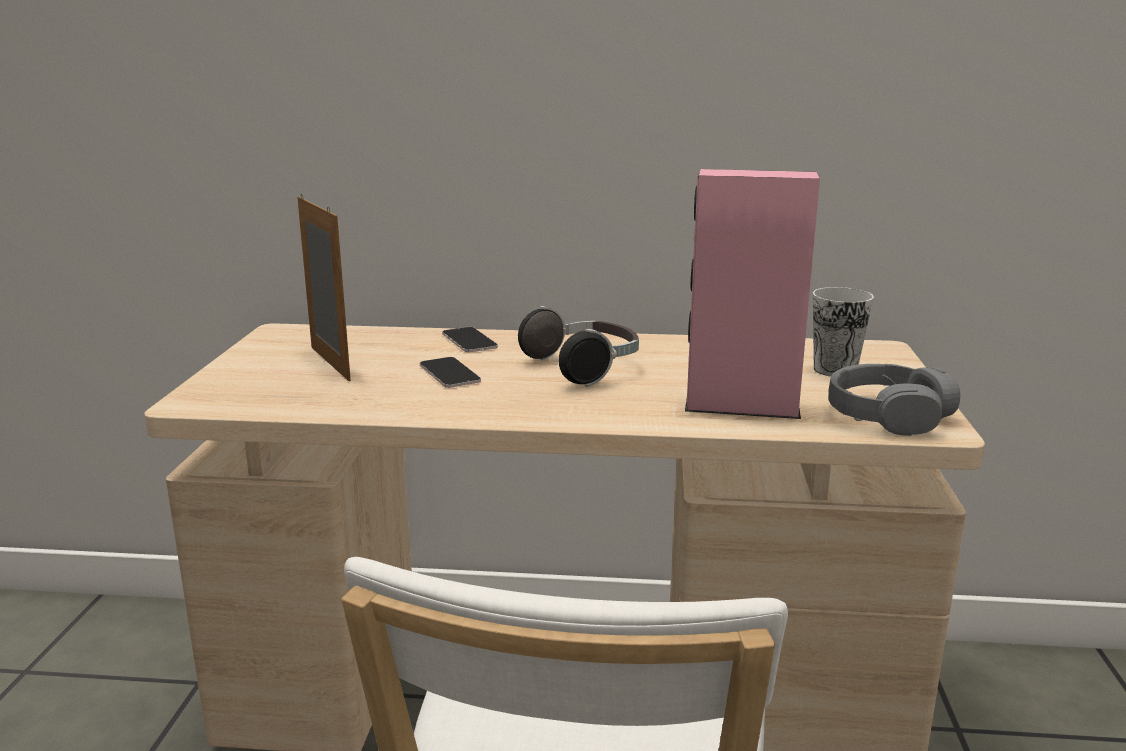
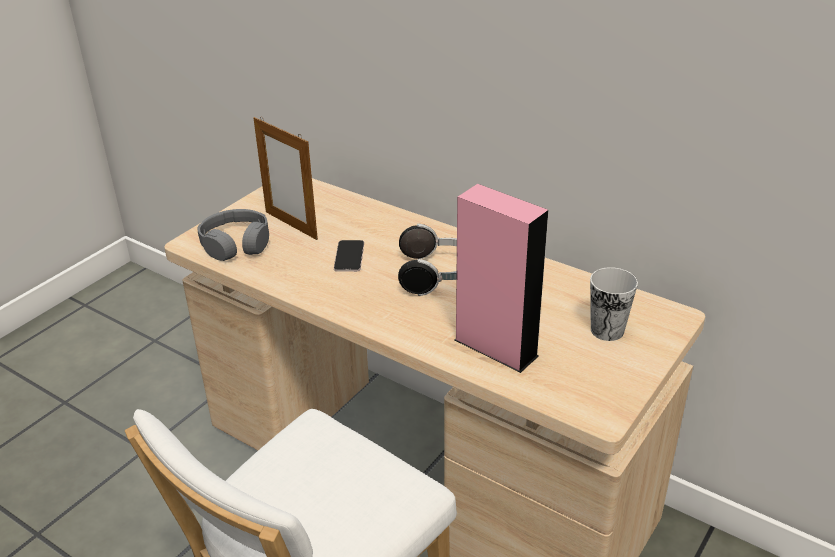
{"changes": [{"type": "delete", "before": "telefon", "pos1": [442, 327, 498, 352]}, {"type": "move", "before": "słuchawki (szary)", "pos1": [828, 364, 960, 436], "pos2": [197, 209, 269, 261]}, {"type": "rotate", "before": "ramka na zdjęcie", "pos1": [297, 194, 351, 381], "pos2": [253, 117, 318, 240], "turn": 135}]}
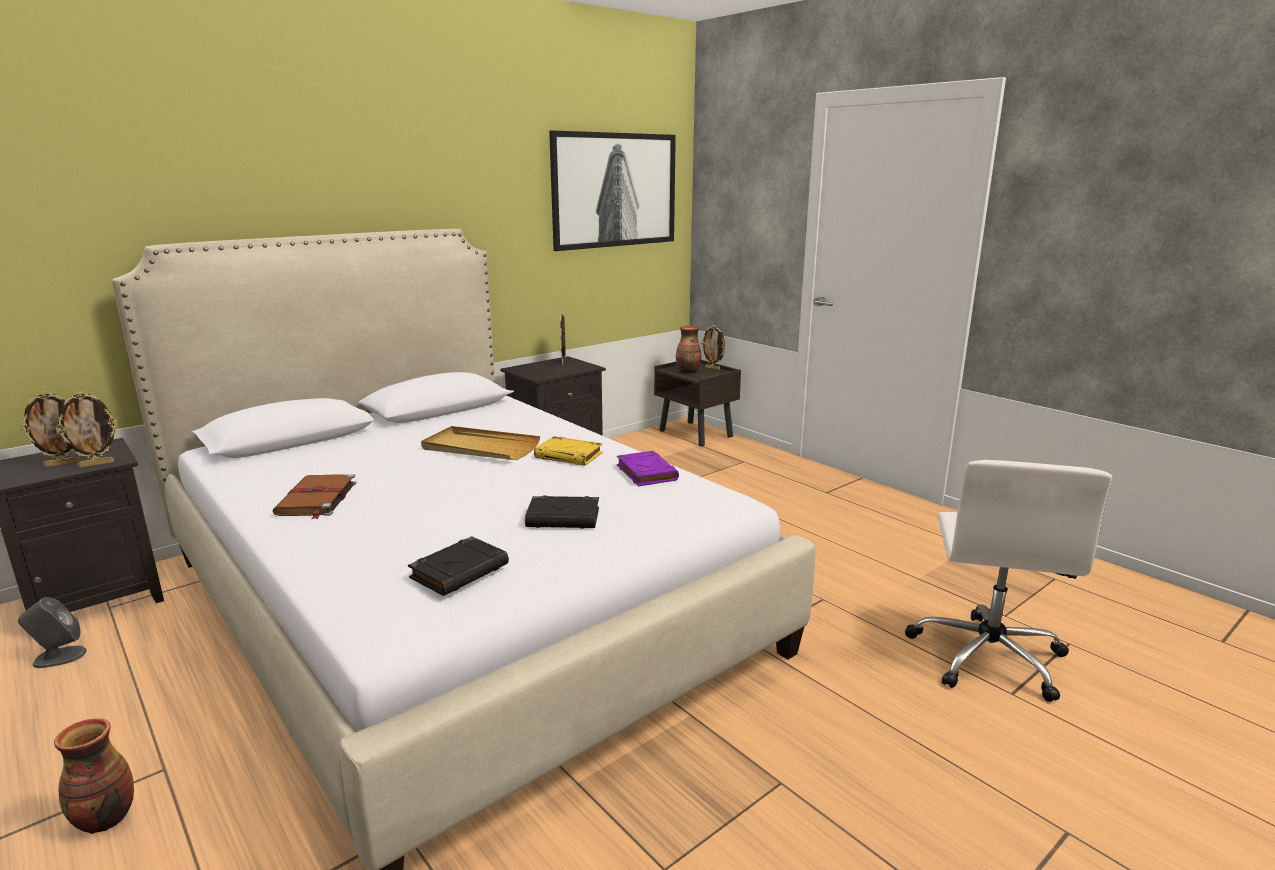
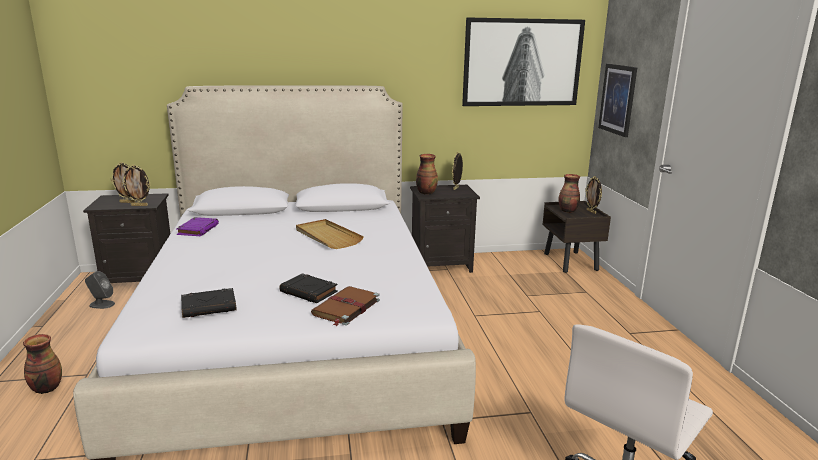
{"changes": [{"type": "delete", "before": "książka (żółty)", "pos1": [534, 436, 603, 466]}, {"type": "insert", "after": "wazon", "pos2": [416, 154, 438, 194]}, {"type": "insert", "after": "obraz", "pos2": [598, 64, 637, 137]}, {"type": "move", "before": "książka (brązowy)", "pos1": [272, 474, 356, 519], "pos2": [311, 286, 380, 326]}, {"type": "move", "before": "książka (fioletowy)", "pos1": [617, 451, 679, 487], "pos2": [176, 217, 219, 236]}]}
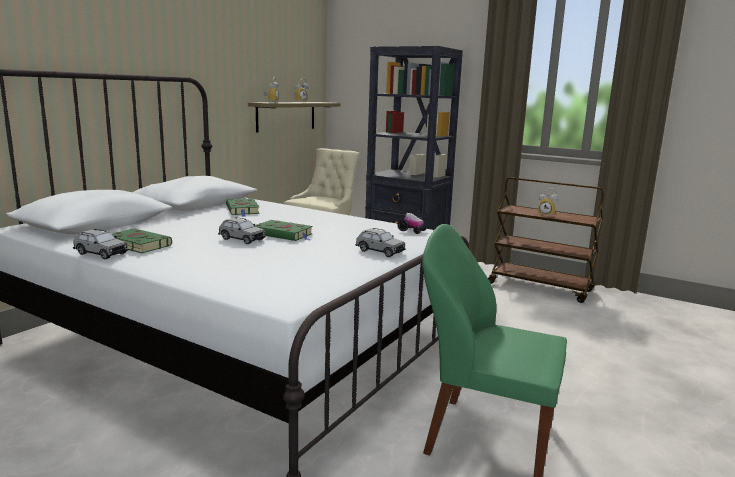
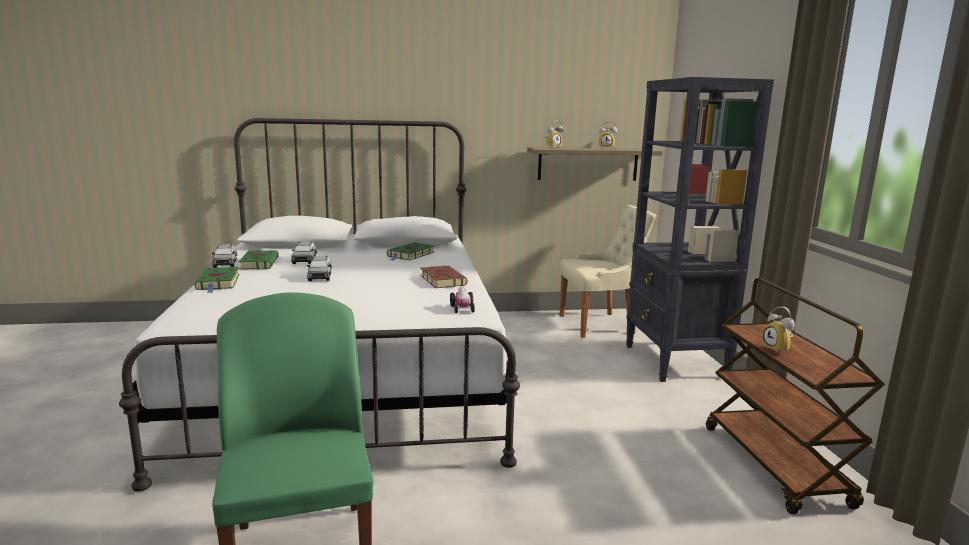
{"changes": [{"type": "insert", "after": "książka (brązowy)", "pos2": [420, 265, 468, 288]}, {"type": "move", "before": "książka (zielony)", "pos1": [255, 220, 313, 241], "pos2": [195, 267, 239, 293]}, {"type": "move", "before": "samochodzik (szary)", "pos1": [355, 228, 406, 257], "pos2": [291, 242, 317, 264]}]}
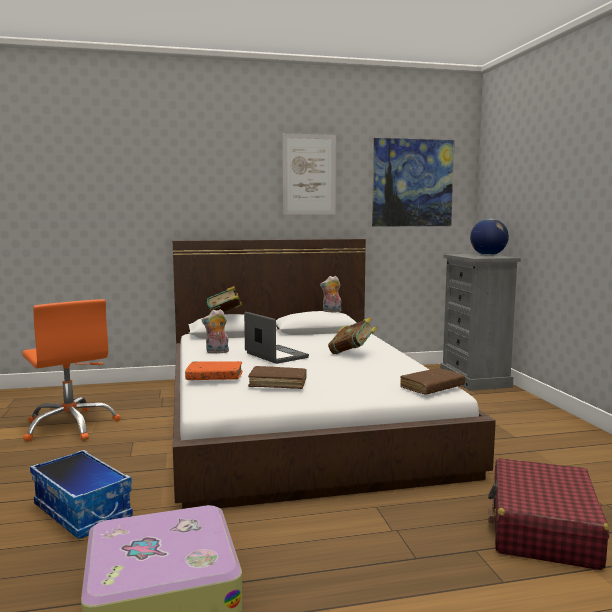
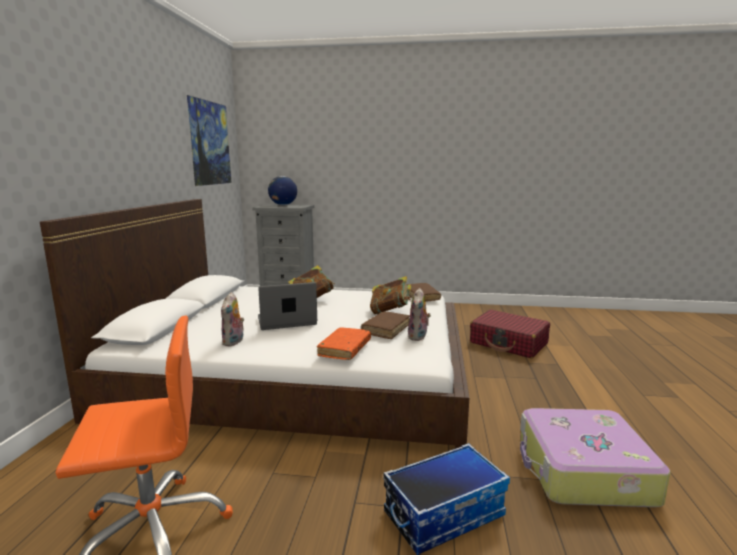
{"changes": [{"type": "delete", "before": "obraz", "pos1": [282, 133, 336, 215]}, {"type": "move", "before": "książka", "pos1": [207, 286, 242, 312], "pos2": [370, 276, 411, 314]}, {"type": "move", "before": "pluszak", "pos1": [320, 276, 341, 313], "pos2": [408, 288, 431, 341]}]}
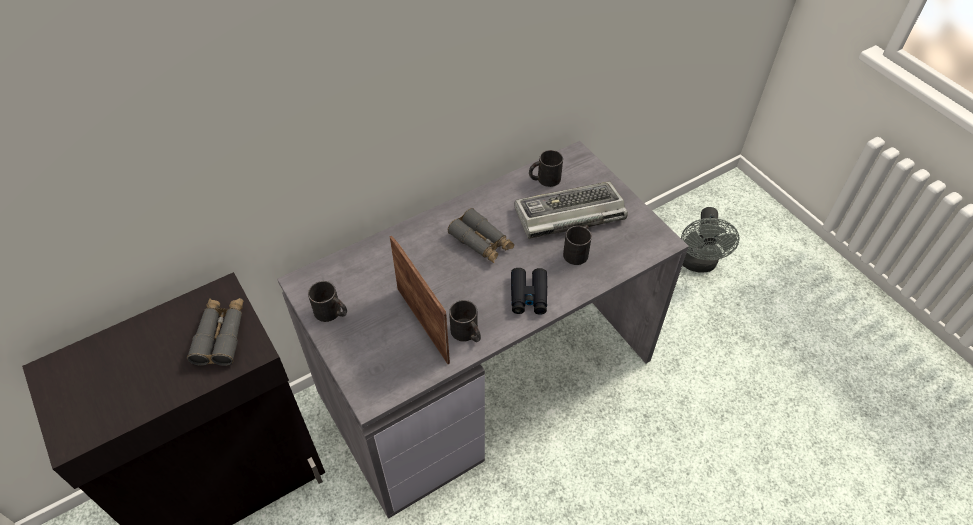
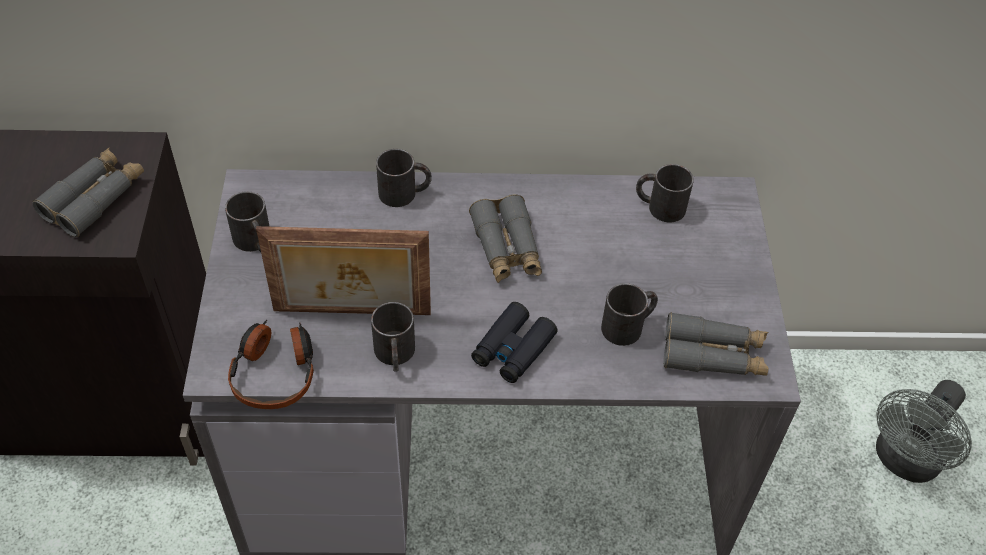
{"changes": [{"type": "delete", "before": "klawiatura", "pos1": [515, 181, 628, 239]}, {"type": "insert", "after": "słuchawki", "pos2": [228, 320, 314, 409]}, {"type": "insert", "after": "kubek (czarny)", "pos2": [376, 149, 432, 207]}, {"type": "insert", "after": "lornetka (szary)", "pos2": [663, 312, 769, 376]}, {"type": "rotate", "before": "ramka na zdjęcie", "pos1": [390, 236, 450, 364], "pos2": [256, 226, 431, 315], "turn": 90}]}
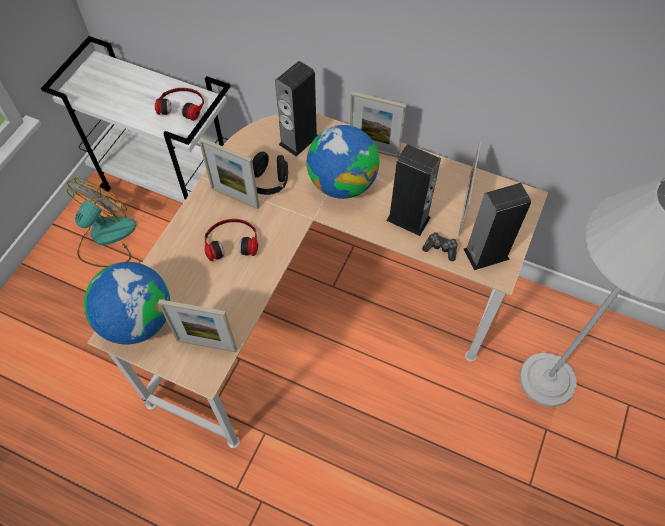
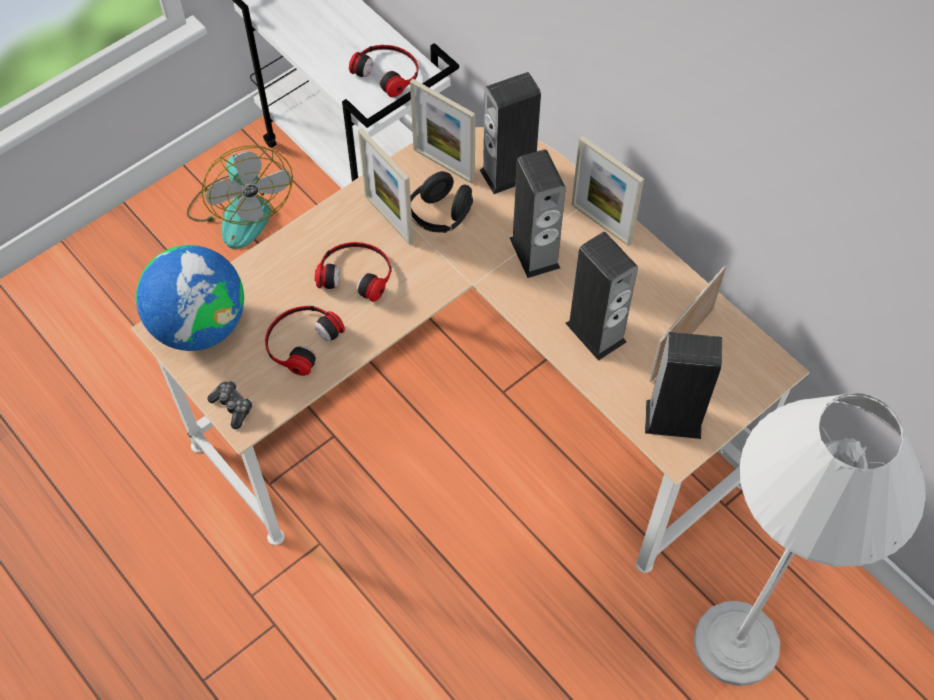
{"changes": [{"type": "insert", "after": "słuchawki", "pos2": [265, 306, 345, 376]}, {"type": "move", "before": "ramka na zdjęcie", "pos1": [158, 299, 237, 352], "pos2": [410, 79, 475, 184]}, {"type": "move", "before": "pad do gier", "pos1": [422, 232, 457, 261], "pos2": [207, 381, 252, 429]}, {"type": "replace", "before": "globus", "after": "głośnik", "pos1": [307, 125, 379, 199], "pos2": [510, 150, 566, 278]}, {"type": "rotate", "before": "wentylator", "pos1": [66, 177, 137, 267], "pos2": [187, 145, 293, 249], "turn": 105}]}
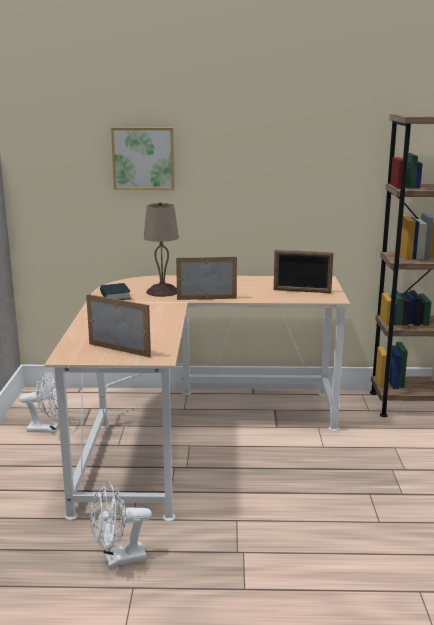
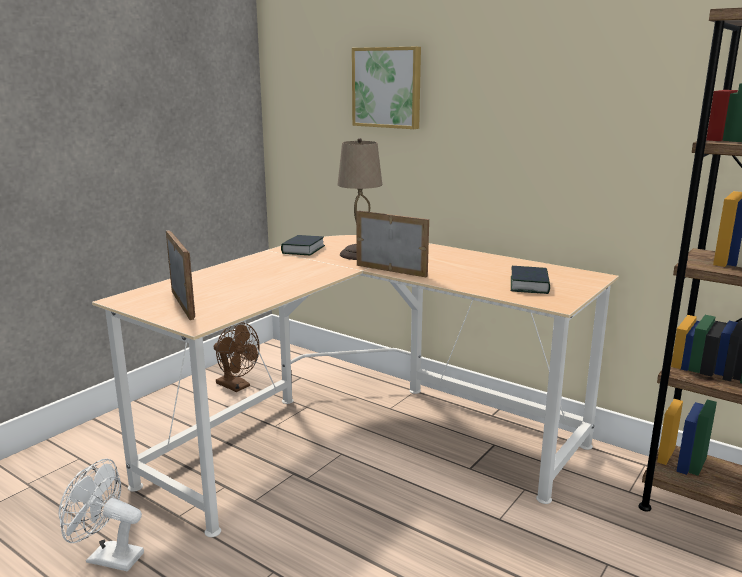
{"changes": [{"type": "replace", "before": "ramka na zdjęcie", "after": "książka", "pos1": [274, 250, 334, 293], "pos2": [511, 266, 550, 294]}, {"type": "recolor", "before": "wentylator (biały)", "after": "wentylator (brązowy)", "pos1": [19, 371, 58, 433], "pos2": [214, 322, 260, 392]}]}
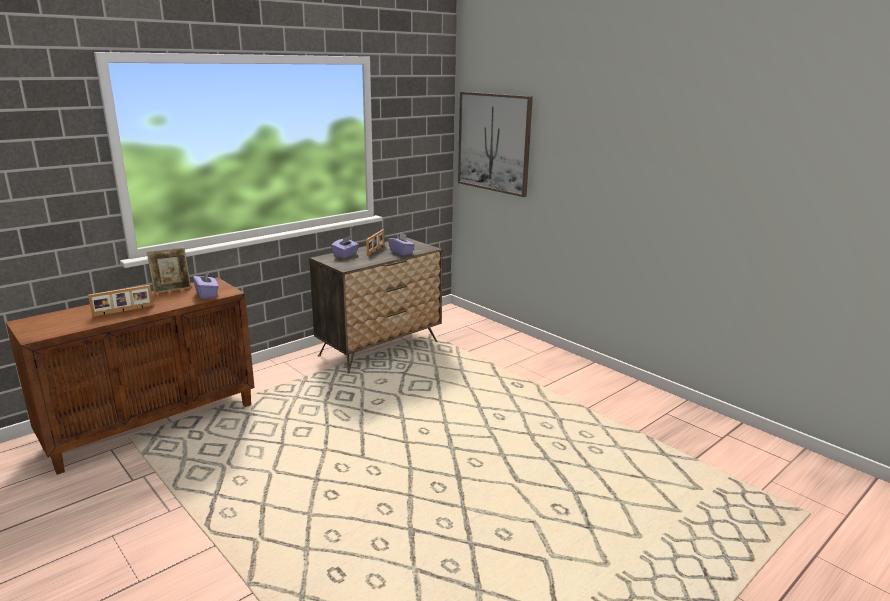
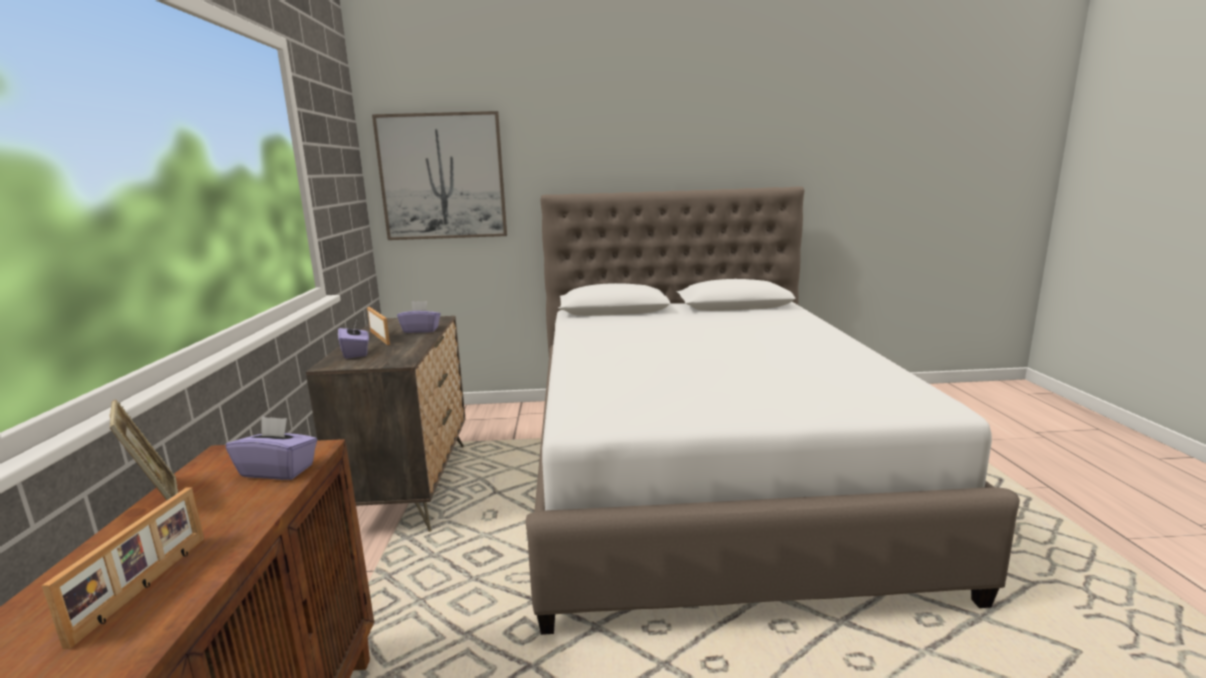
{"changes": [{"type": "insert", "after": "łóżko (biały)", "pos2": [526, 186, 1020, 635]}, {"type": "rotate", "before": "ramka na zdjęcie", "pos1": [147, 248, 191, 294], "pos2": [109, 399, 179, 500], "turn": -45}]}
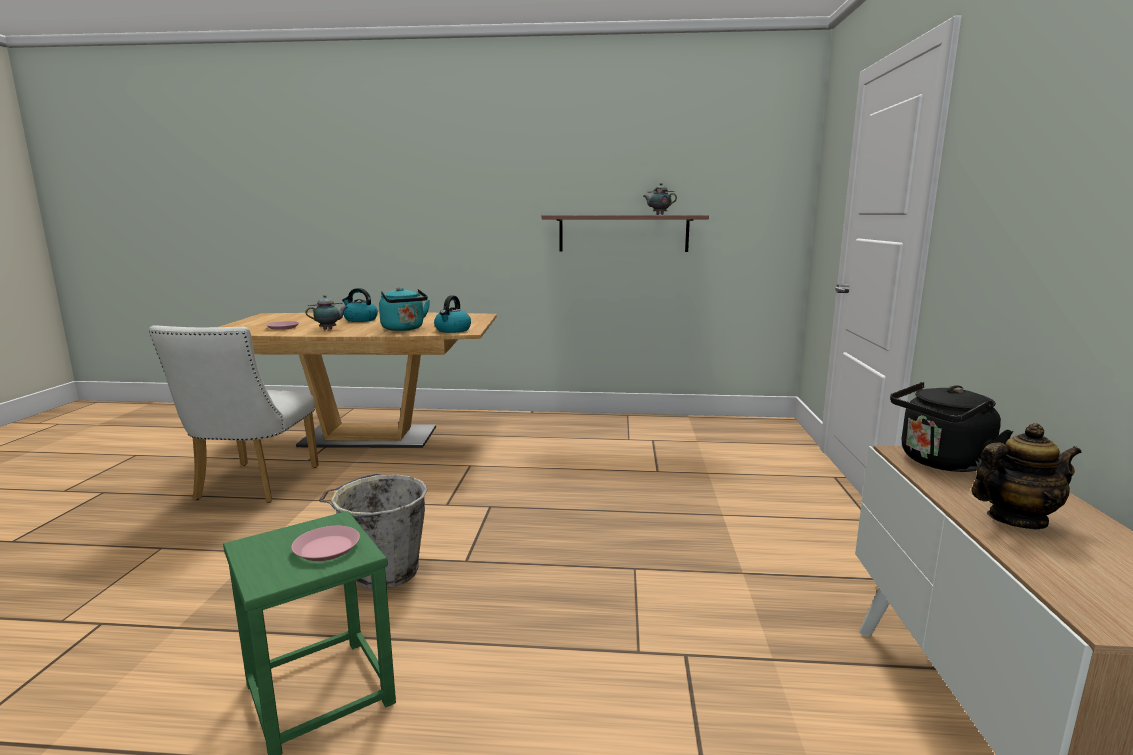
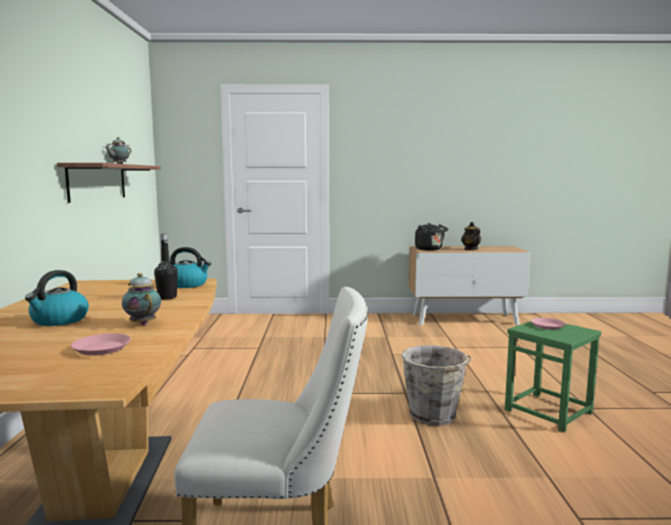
{"changes": [{"type": "replace", "before": "czajnik (turkusowy)", "after": "butelka (czarny)", "pos1": [379, 287, 430, 331], "pos2": [154, 234, 178, 300]}]}
